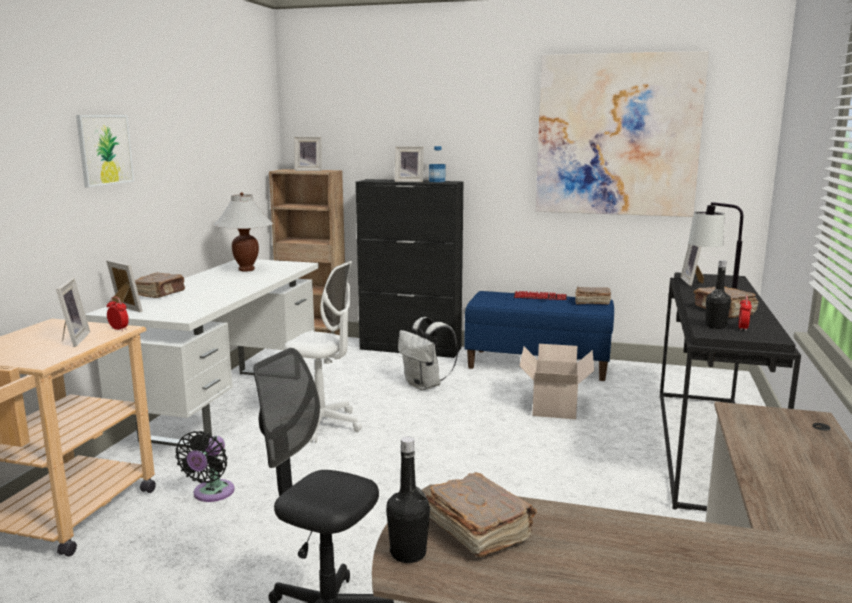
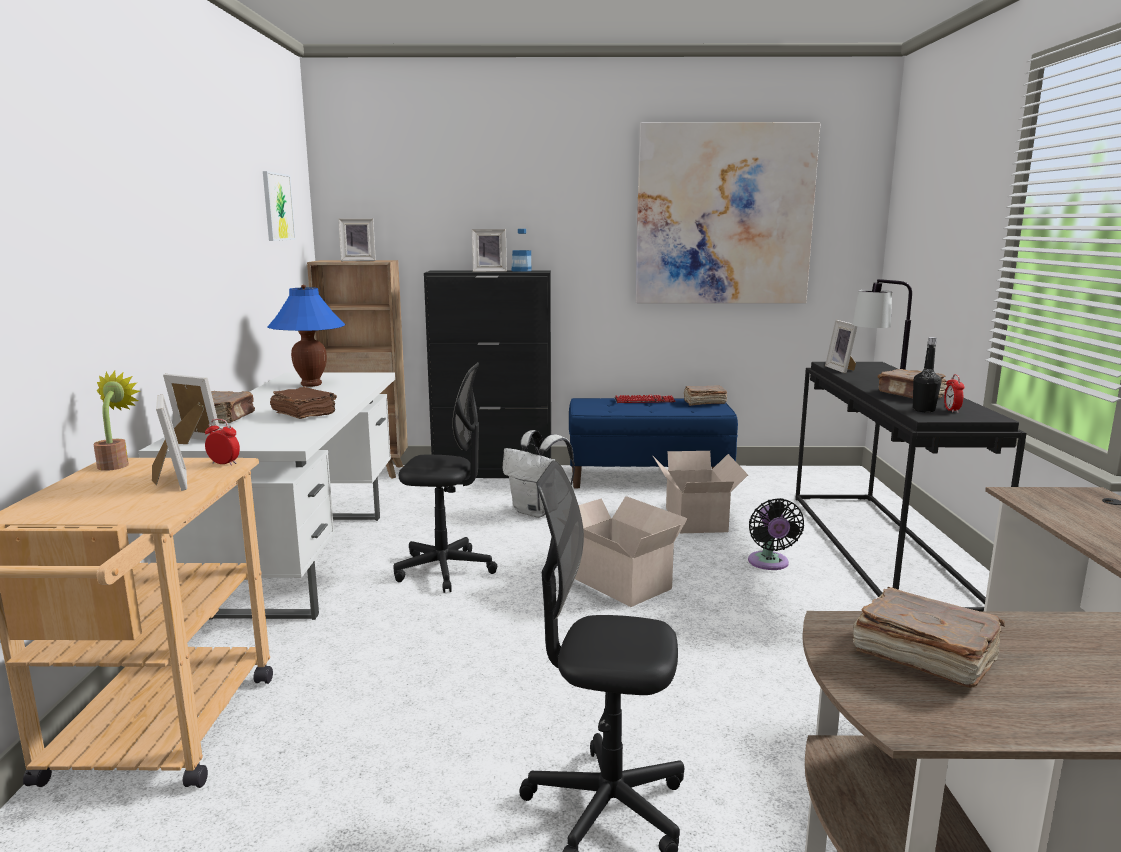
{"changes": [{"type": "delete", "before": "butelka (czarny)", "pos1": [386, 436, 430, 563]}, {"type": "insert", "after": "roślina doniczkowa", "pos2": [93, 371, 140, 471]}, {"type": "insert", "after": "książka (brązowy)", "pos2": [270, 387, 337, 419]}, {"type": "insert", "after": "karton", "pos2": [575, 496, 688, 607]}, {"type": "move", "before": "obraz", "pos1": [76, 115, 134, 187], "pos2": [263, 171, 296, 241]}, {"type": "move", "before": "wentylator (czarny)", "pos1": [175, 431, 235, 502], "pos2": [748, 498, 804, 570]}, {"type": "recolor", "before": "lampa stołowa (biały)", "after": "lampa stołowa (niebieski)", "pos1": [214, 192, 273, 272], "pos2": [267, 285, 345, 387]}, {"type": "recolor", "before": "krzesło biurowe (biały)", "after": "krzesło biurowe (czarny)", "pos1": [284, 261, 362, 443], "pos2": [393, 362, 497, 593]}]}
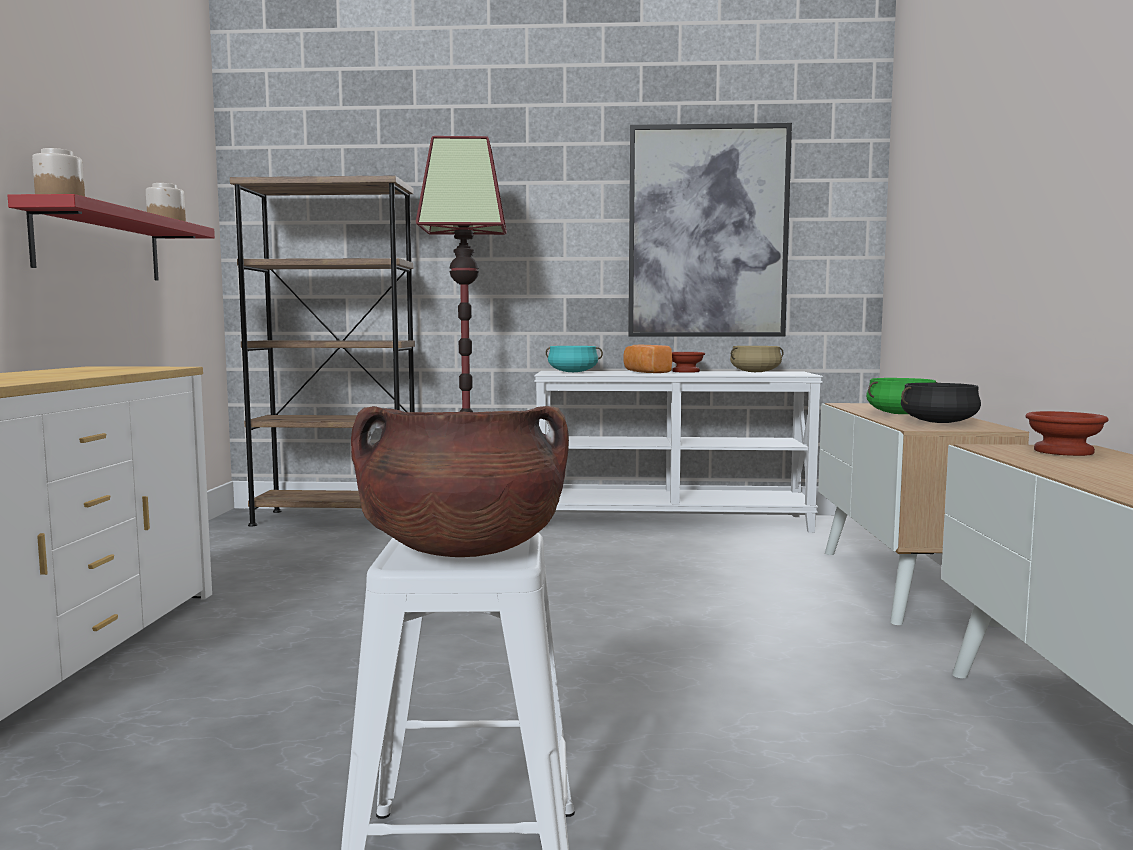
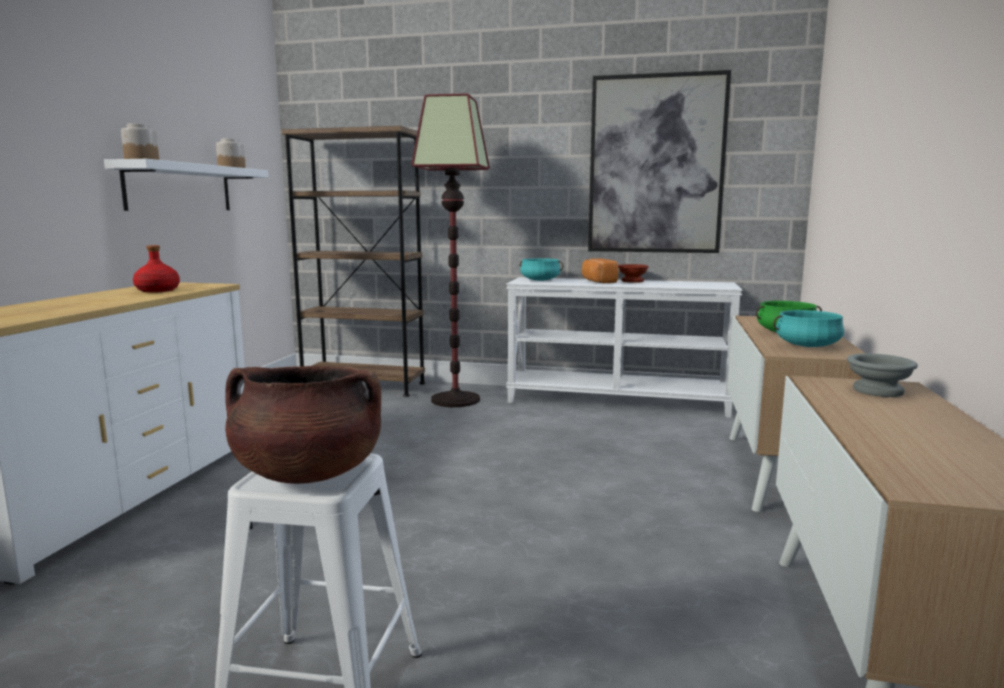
{"changes": [{"type": "delete", "before": "garnek (beżowy)", "pos1": [730, 346, 784, 372]}, {"type": "insert", "after": "butelka (czerwony)", "pos2": [133, 245, 180, 292]}, {"type": "recolor", "before": "półka (czerwony)", "after": "półka (biały)", "pos1": [8, 194, 215, 281], "pos2": [104, 159, 269, 211]}, {"type": "recolor", "before": "garnek (czarny)", "after": "garnek (turkusowy)", "pos1": [901, 383, 981, 423], "pos2": [773, 310, 844, 347]}, {"type": "recolor", "before": "miska (brązowy)", "after": "miska (szary)", "pos1": [1025, 411, 1109, 456], "pos2": [847, 353, 918, 397]}]}
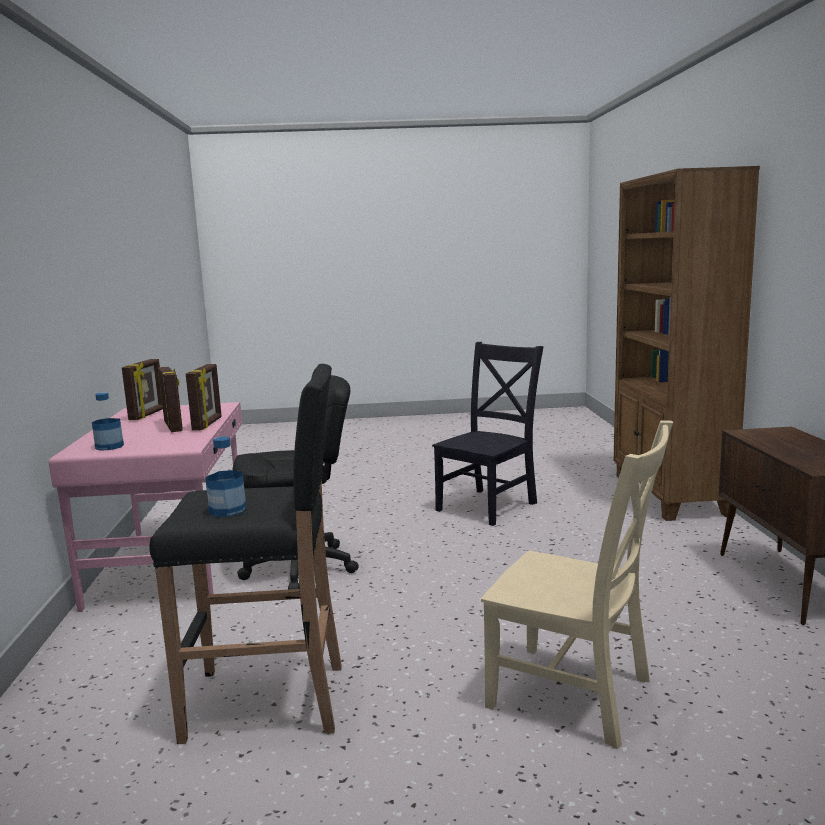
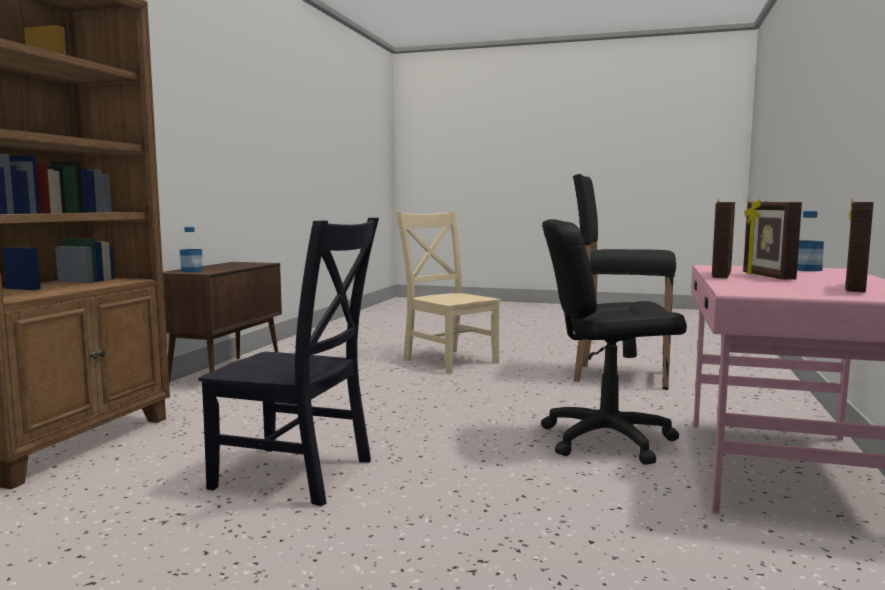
{"changes": [{"type": "move", "before": "butelka", "pos1": [205, 436, 246, 517], "pos2": [180, 227, 203, 272]}, {"type": "rotate", "before": "krzesło (czarny)", "pos1": [432, 342, 544, 526], "pos2": [198, 218, 379, 506], "turn": -135}]}
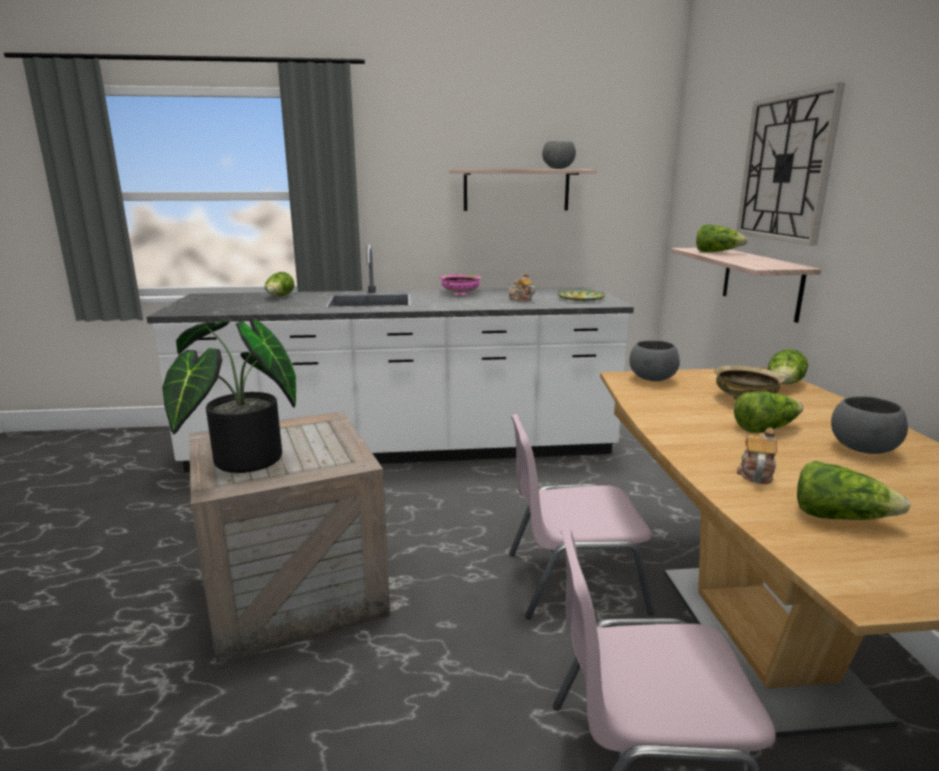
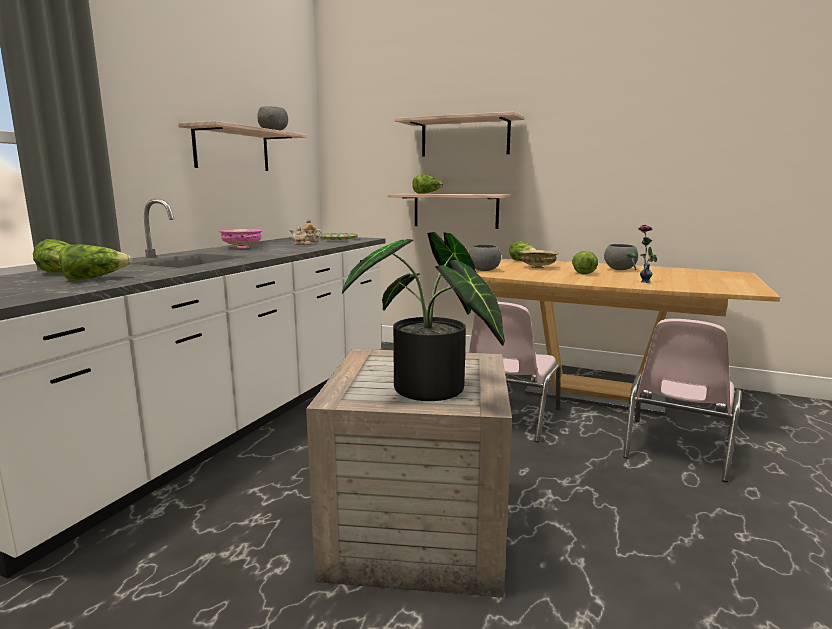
{"changes": [{"type": "move", "before": "sałata", "pos1": [797, 461, 910, 520], "pos2": [59, 244, 132, 281]}, {"type": "replace", "before": "zegar ścienny", "after": "półka", "pos1": [736, 83, 845, 246], "pos2": [395, 111, 524, 156]}, {"type": "replace", "before": "imbryk", "after": "wazon", "pos1": [737, 428, 777, 484], "pos2": [627, 225, 657, 283]}]}
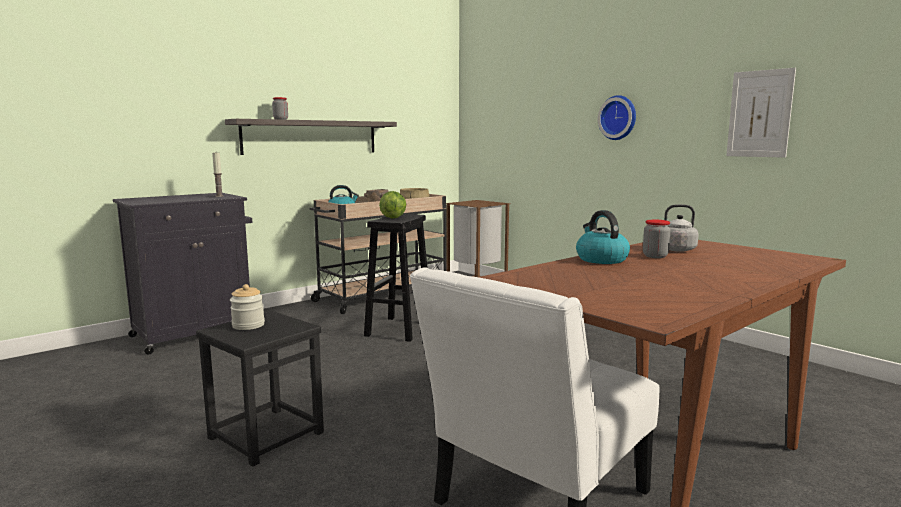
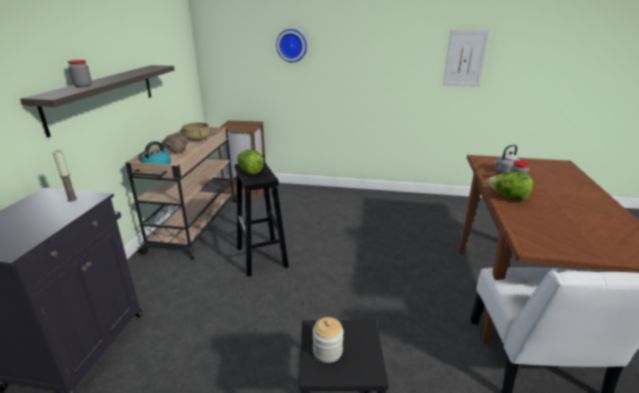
{"changes": [{"type": "move", "before": "zegar ścienny", "pos1": [598, 95, 636, 140], "pos2": [276, 29, 307, 62]}, {"type": "replace", "before": "czajnik", "after": "sałata", "pos1": [576, 210, 630, 264], "pos2": [486, 172, 533, 201]}]}
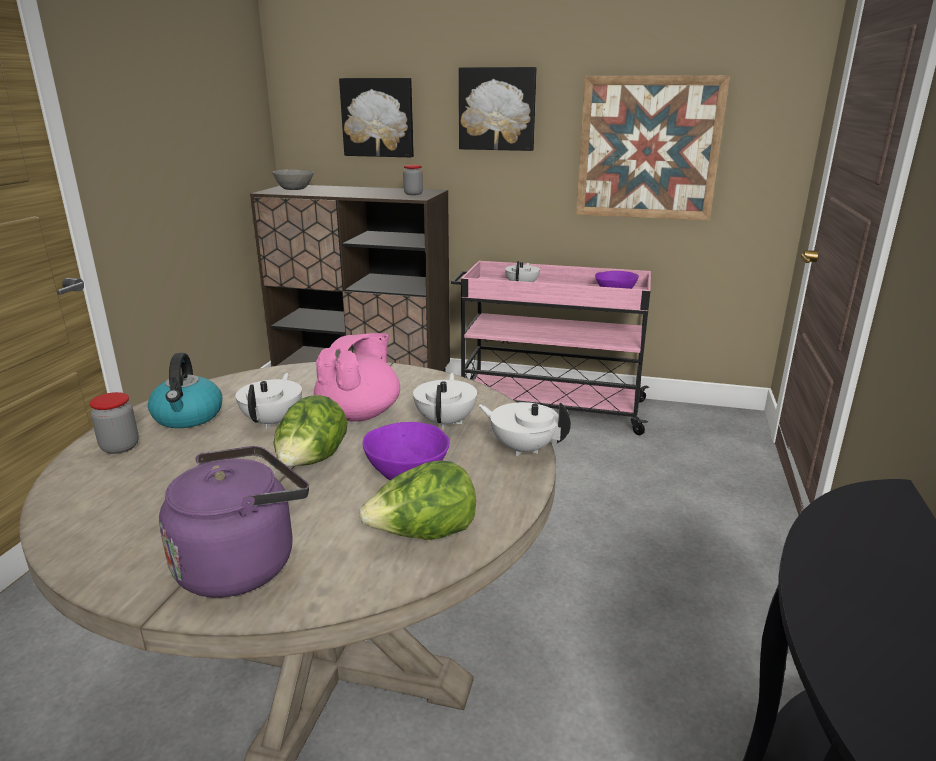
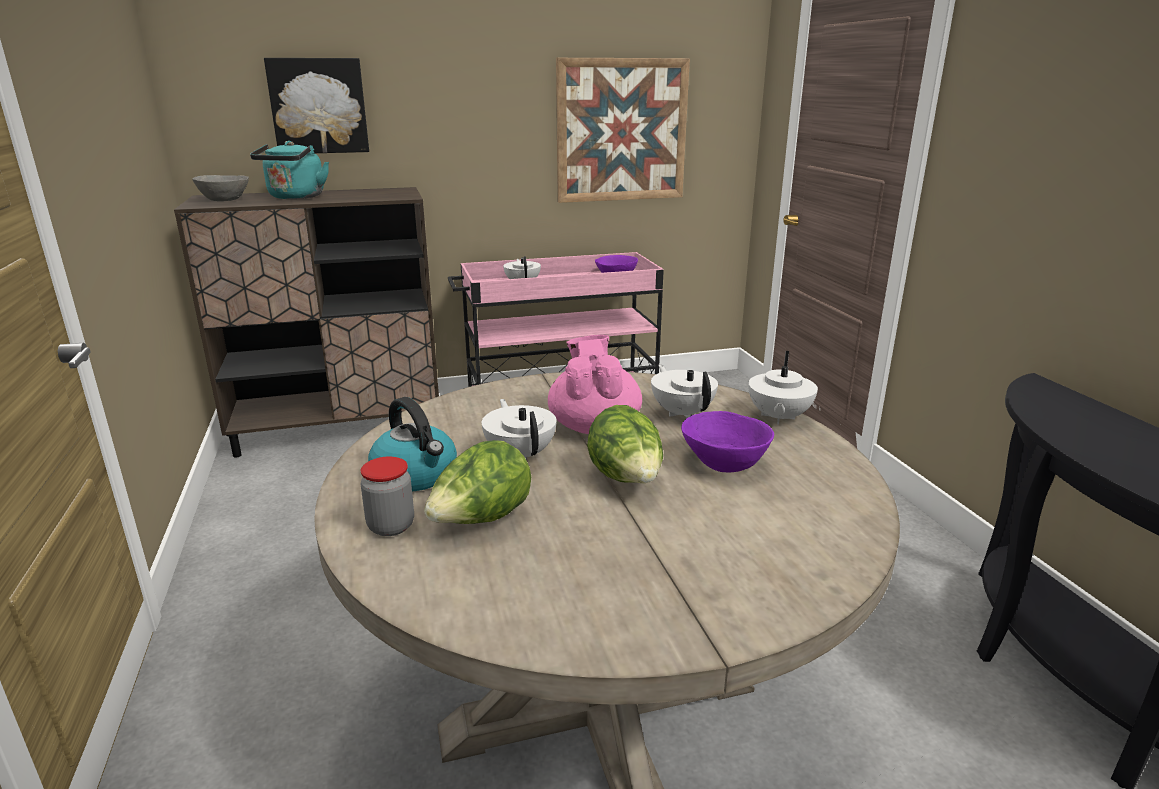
{"changes": [{"type": "delete", "before": "czajnik (fioletowy)", "pos1": [159, 446, 309, 598]}, {"type": "delete", "before": "słoik", "pos1": [403, 165, 423, 195]}, {"type": "delete", "before": "obraz", "pos1": [459, 67, 537, 151]}, {"type": "insert", "after": "czajnik (turkusowy)", "pos2": [250, 141, 329, 199]}, {"type": "move", "before": "sałata", "pos1": [359, 460, 476, 540], "pos2": [424, 440, 531, 524]}, {"type": "rotate", "before": "imbryk (biały)", "pos1": [478, 402, 571, 456], "pos2": [748, 351, 818, 425], "turn": -75}]}
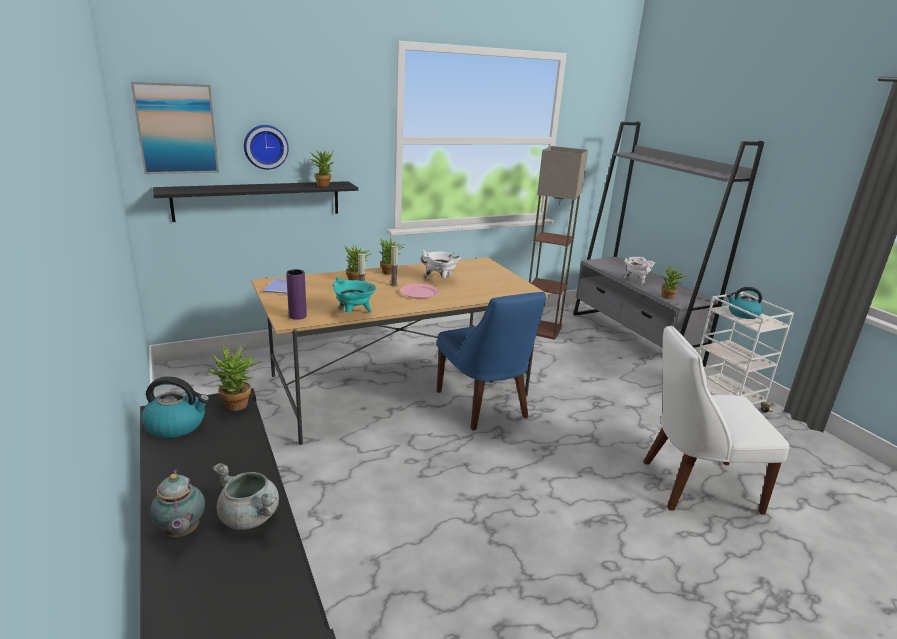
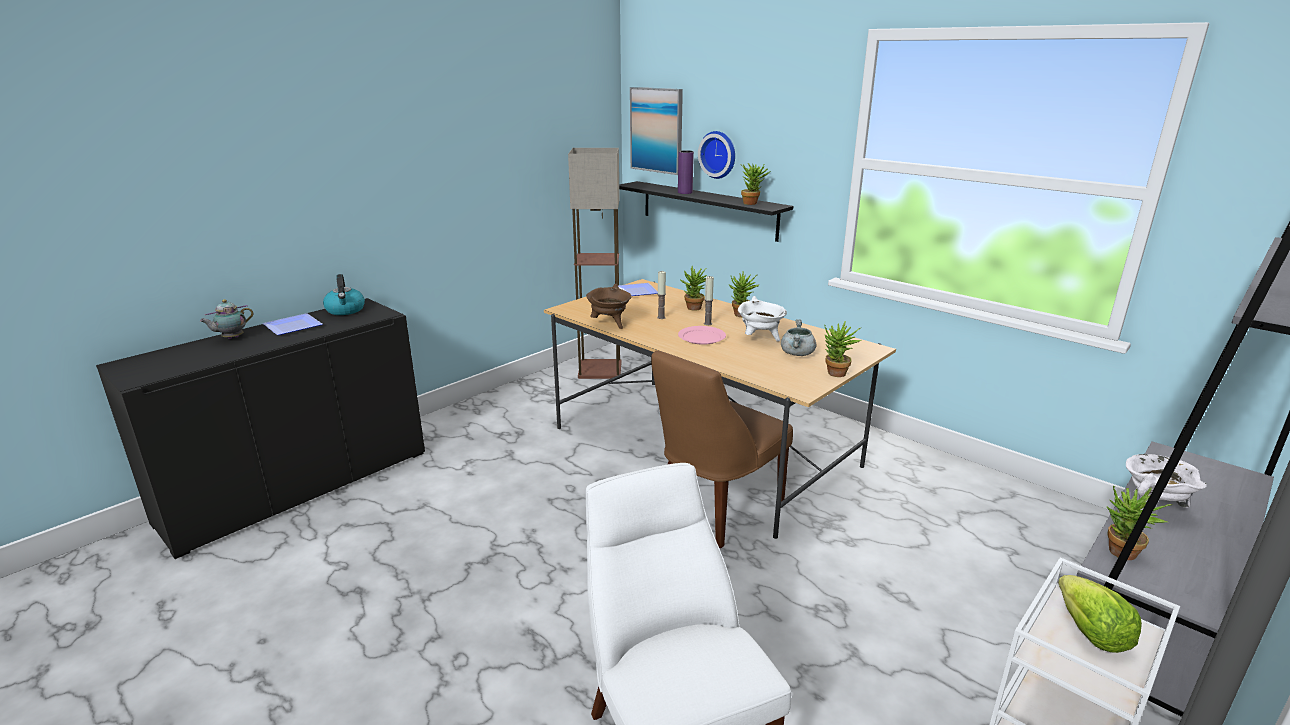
{"changes": [{"type": "insert", "after": "talerz", "pos2": [263, 313, 323, 335]}, {"type": "move", "before": "roślina doniczkowa", "pos1": [207, 343, 262, 411], "pos2": [825, 321, 862, 377]}, {"type": "move", "before": "garnek (szary)", "pos1": [213, 463, 279, 530], "pos2": [781, 319, 816, 356]}, {"type": "move", "before": "wazon (fioletowy)", "pos1": [286, 269, 307, 320], "pos2": [678, 150, 694, 194]}, {"type": "move", "before": "lampa stojąca", "pos1": [529, 146, 588, 340], "pos2": [568, 148, 622, 379]}, {"type": "replace", "before": "czajnik", "after": "sałata", "pos1": [726, 287, 762, 319], "pos2": [1058, 575, 1142, 653]}, {"type": "recolor", "before": "garnek (turkusowy)", "after": "garnek (brązowy)", "pos1": [332, 277, 376, 313], "pos2": [586, 284, 632, 329]}, {"type": "recolor", "before": "krzesło (niebieski)", "after": "krzesło (brązowy)", "pos1": [437, 292, 546, 430], "pos2": [651, 350, 793, 548]}]}
